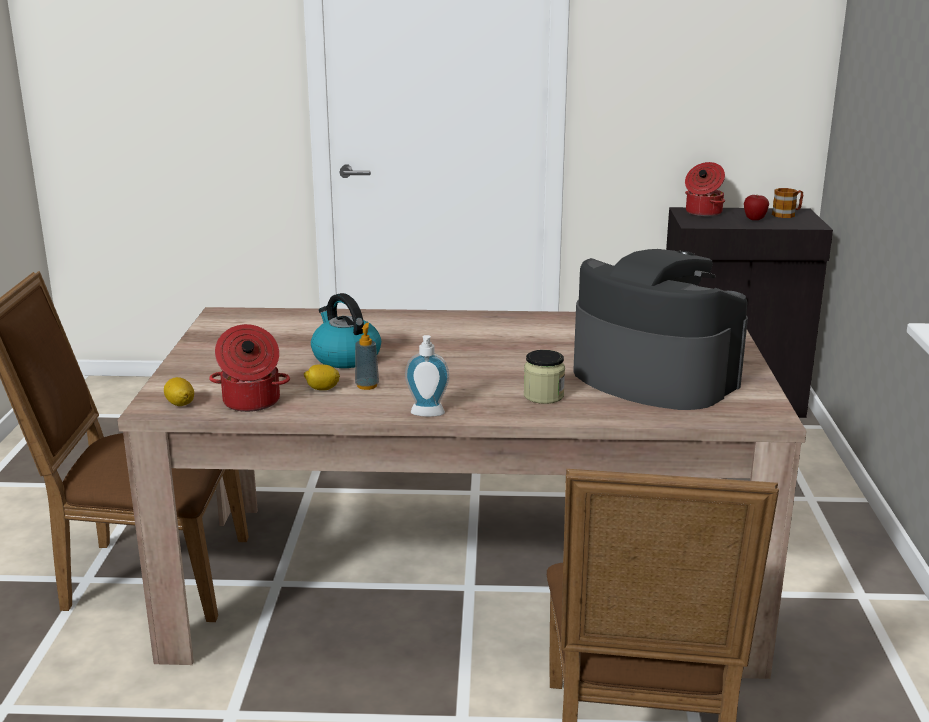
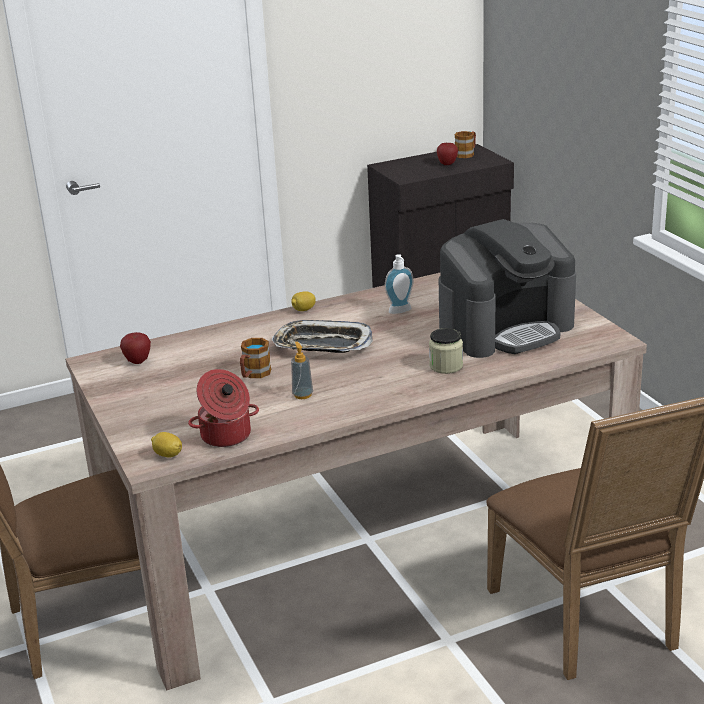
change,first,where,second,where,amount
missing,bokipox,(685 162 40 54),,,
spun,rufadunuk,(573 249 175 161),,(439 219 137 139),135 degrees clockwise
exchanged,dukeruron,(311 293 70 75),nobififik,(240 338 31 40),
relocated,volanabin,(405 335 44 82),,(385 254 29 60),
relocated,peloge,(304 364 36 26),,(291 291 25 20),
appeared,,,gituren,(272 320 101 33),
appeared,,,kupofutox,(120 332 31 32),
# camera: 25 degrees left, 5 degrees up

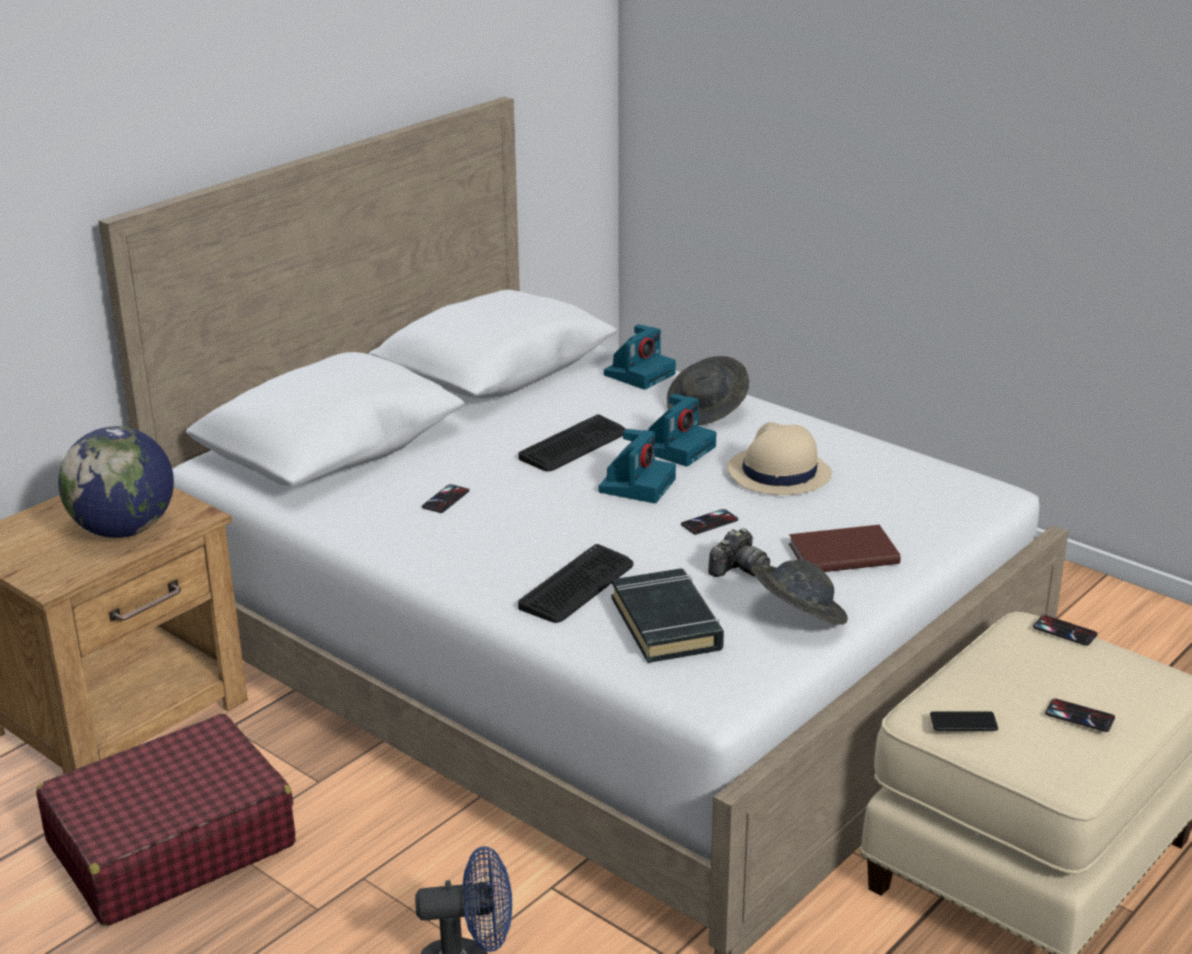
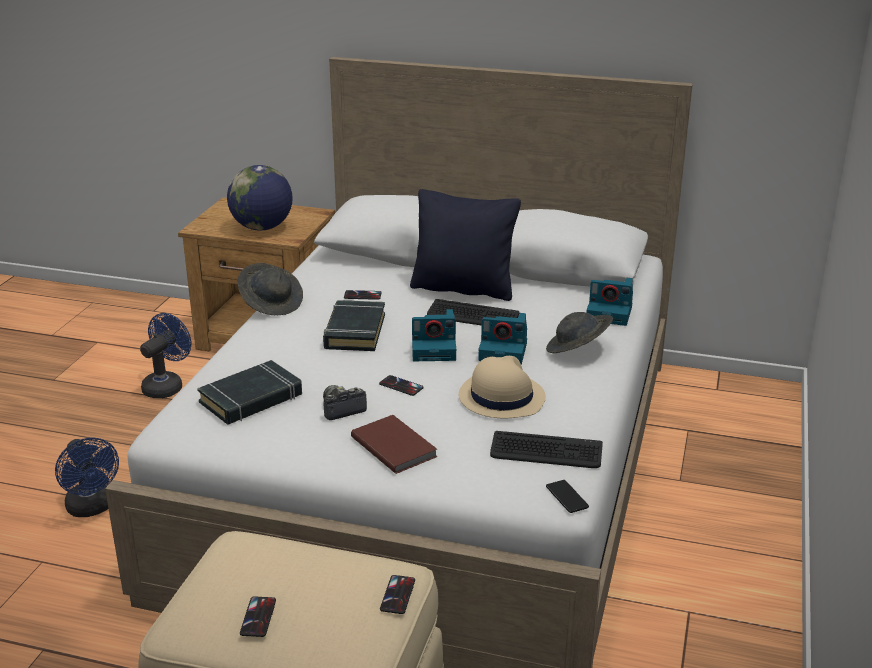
change,first,where,second,where,amount
spun,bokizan,(708 528 62 49),,(323 385 44 35),135 degrees clockwise
relocated,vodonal,(518 544 115 79),,(490 431 113 37),
relocated,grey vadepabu,(751 560 97 65),,(238 263 65 52),
relocated,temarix,(930 711 68 20),,(546 480 43 33),
exchanged,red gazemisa,(36 714 259 212),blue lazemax,(140 313 51 85),
appeared,,,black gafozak,(410 189 111 112),
appeared,,,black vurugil,(323 300 62 51),
# camera: 65 degrees right, 0 degrees up

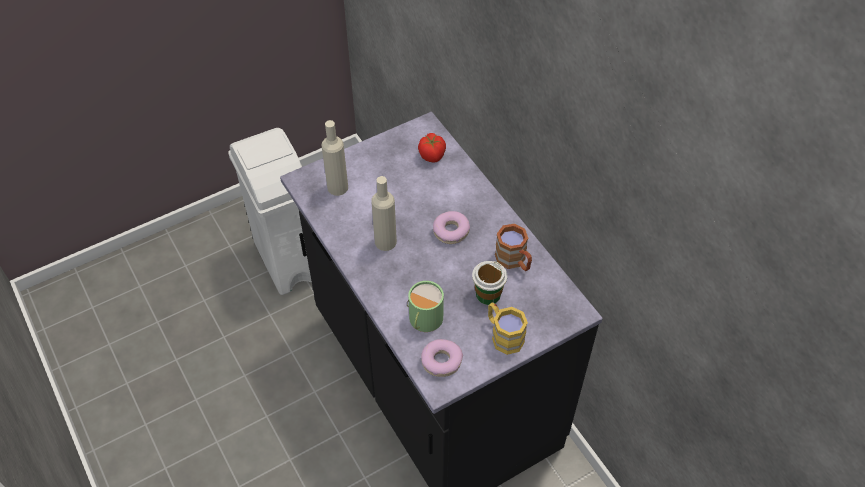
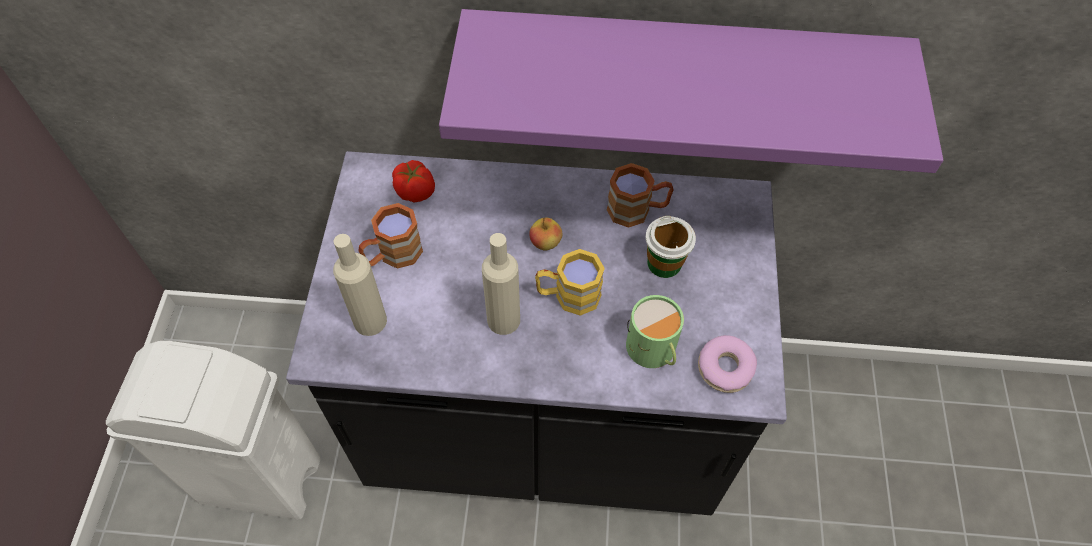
change,first,where,second,where,amount
exchanged,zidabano,(433 211 37 33),kupofutox,(529 218 33 33),
relocated,yellow nobififik,(488 302 40 53),,(535 249 70 66),
appeared,,,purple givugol,(439 9 504 164),
appeared,,,brown nobififik,(358 203 65 66),
# camera: 55 degrees left, 5 degrees up

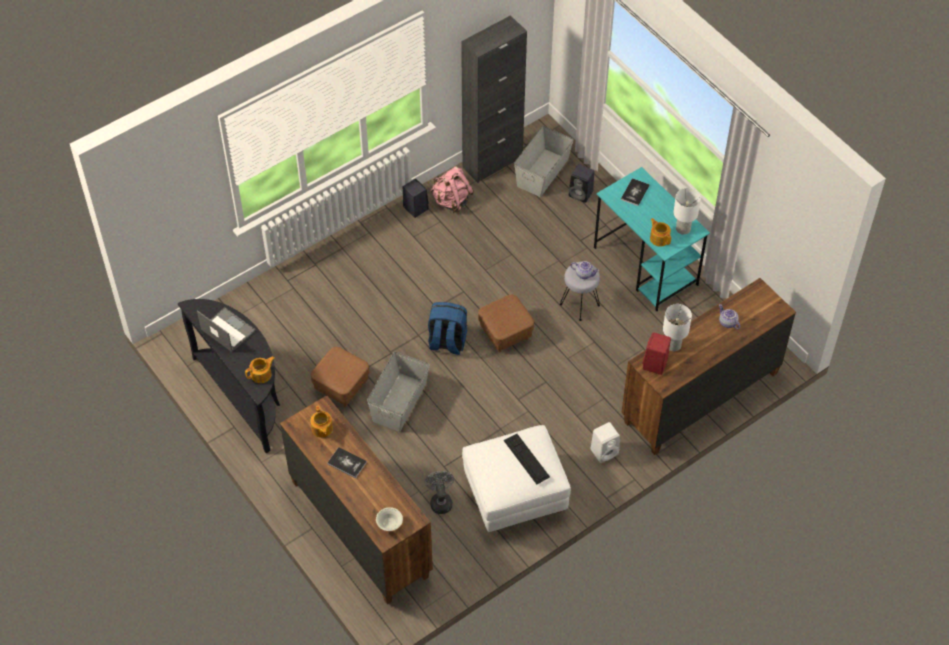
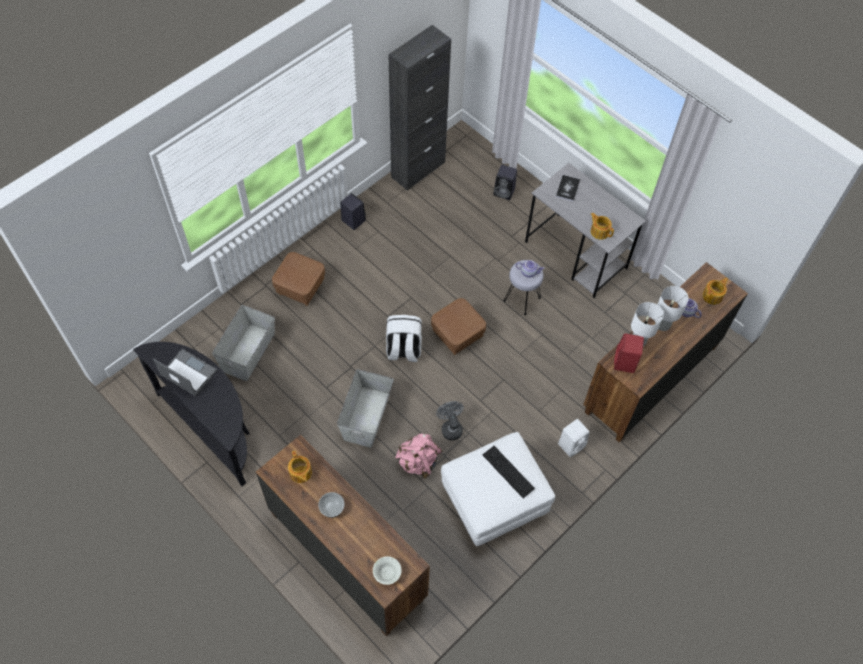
change,first,where,second,where,amount
relocated,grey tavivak,(514 126 60 71),,(212 305 63 76),
relocated,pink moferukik,(430 167 44 46),,(395 434 47 44),
colour,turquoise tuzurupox,(594 167 116 144),grey tuzurupox,(525 163 121 135),
relocated,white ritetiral,(673 188 28 47),,(655 286 34 45),
colour,blue moferukik,(428 302 39 53),white moferukik,(386 315 36 47),
relocated,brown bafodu,(311 347 58 60),,(272 252 53 54),
relocated,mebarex,(245 357 30 26),,(703 278 25 27),
exchanged,vurugil,(327 447 40 31),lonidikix,(318 492 27 26),
relocated,grey lazemax,(425 471 29 43),,(436 401 28 40),
# camera: 10 degrees left, 5 degrees up

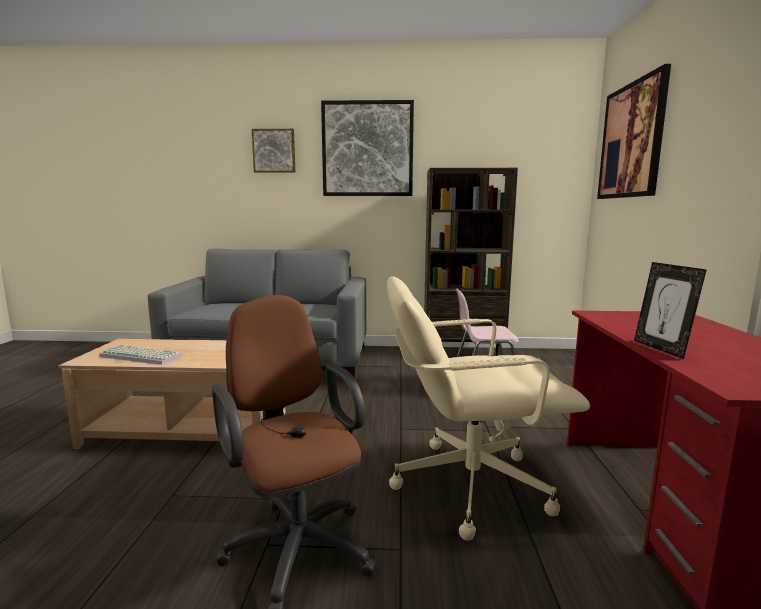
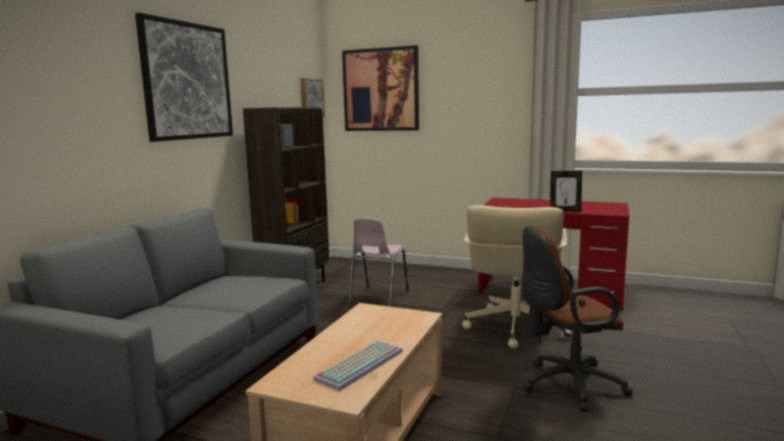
change,first,where,second,where,amount
relocated,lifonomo,(252 129 43 44),,(300 78 25 38),
# camera: 70 degrees left, 0 degrees up

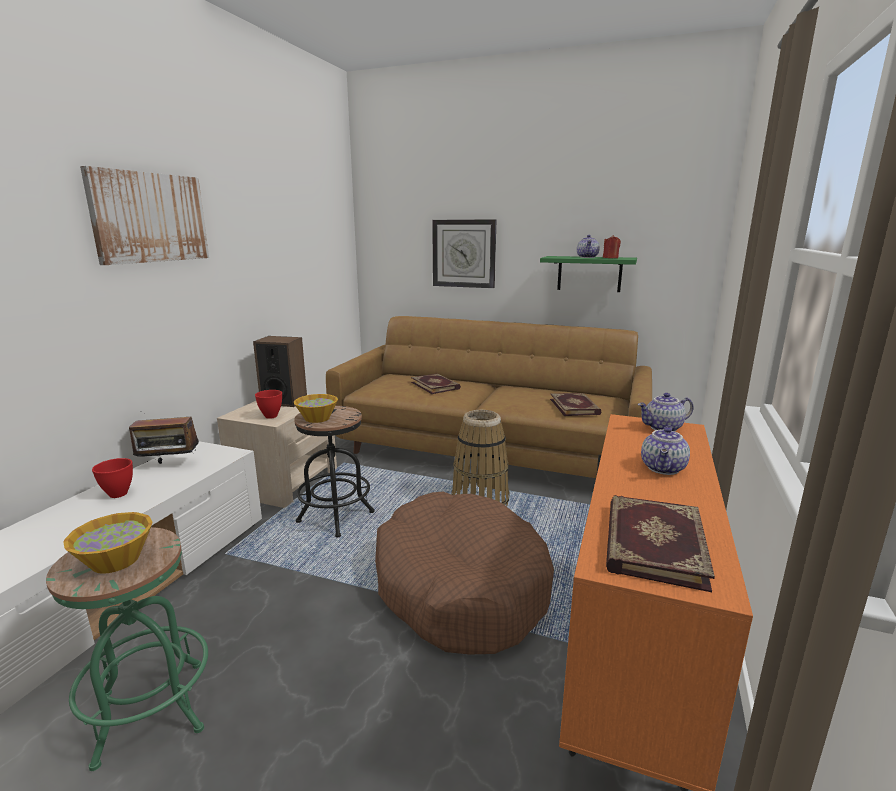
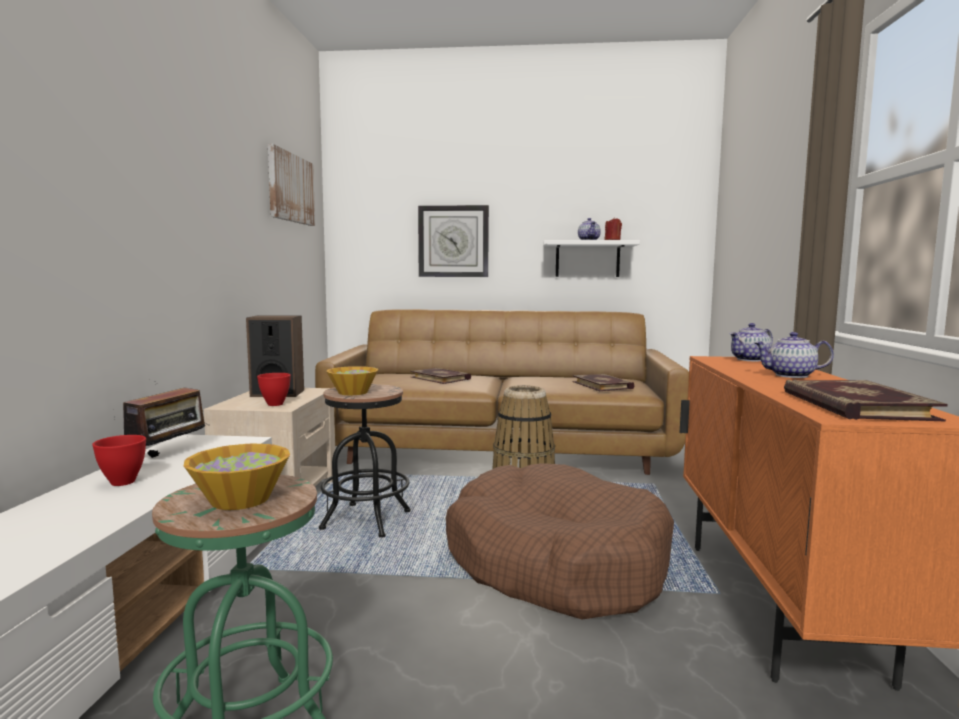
change,first,where,second,where,amount
relocated,lifonomo,(80 166 129 99),,(268 144 47 82),
colour,green givugol,(540 256 97 36),white givugol,(543 240 97 37),
spun,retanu,(129 417 70 47),,(123 381 87 77),45 degrees counterclockwise
spun,mebarex,(641 425 49 50),,(754 332 80 46),90 degrees clockwise
# camera: 15 degrees left, 10 degrees down

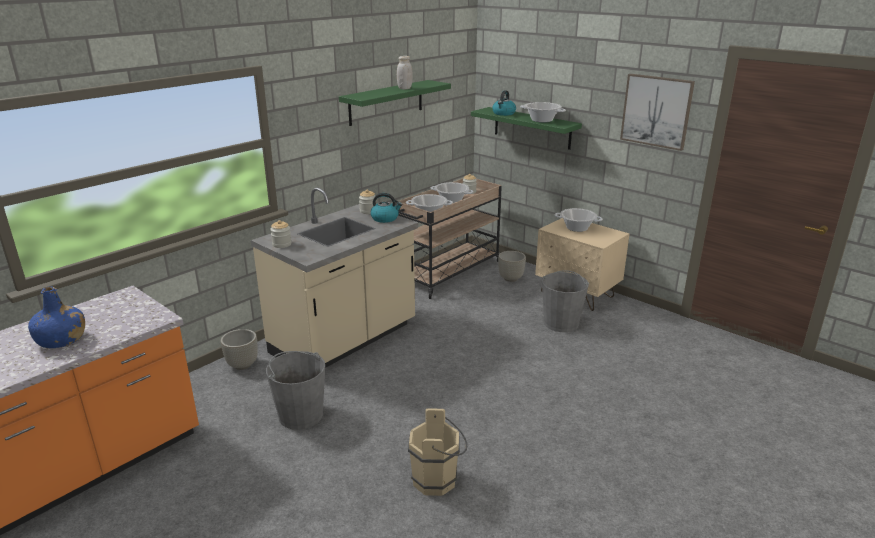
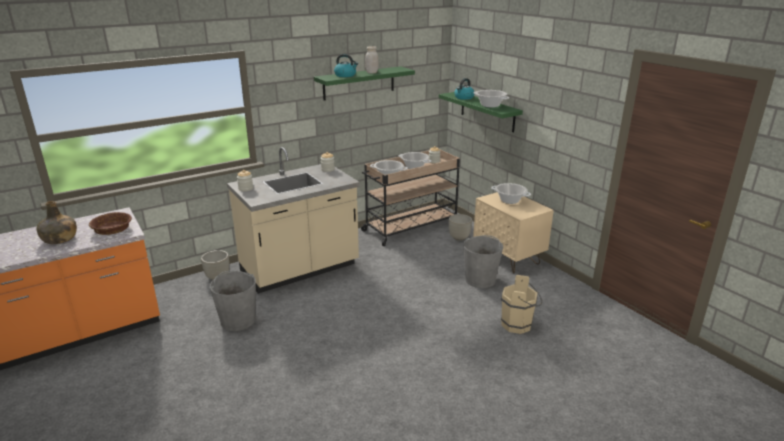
change,first,where,second,where,amount
missing,lifonomo,(620 74 75 77),,,
relocated,dukeruron,(370 193 33 30),,(334 54 24 23),
colour,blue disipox,(28 287 57 61),green disipox,(37 201 40 43),
relocated,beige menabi,(408 408 59 88),,(501 275 41 59),
appeared,,,brown lonidikix,(89 212 43 23),
# camera: 15 degrees right, 0 degrees up

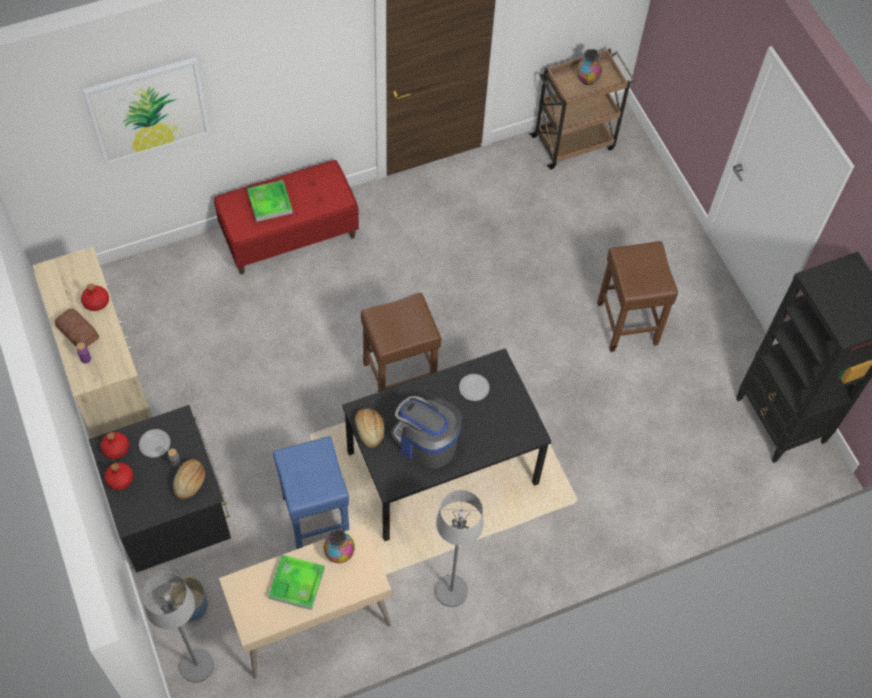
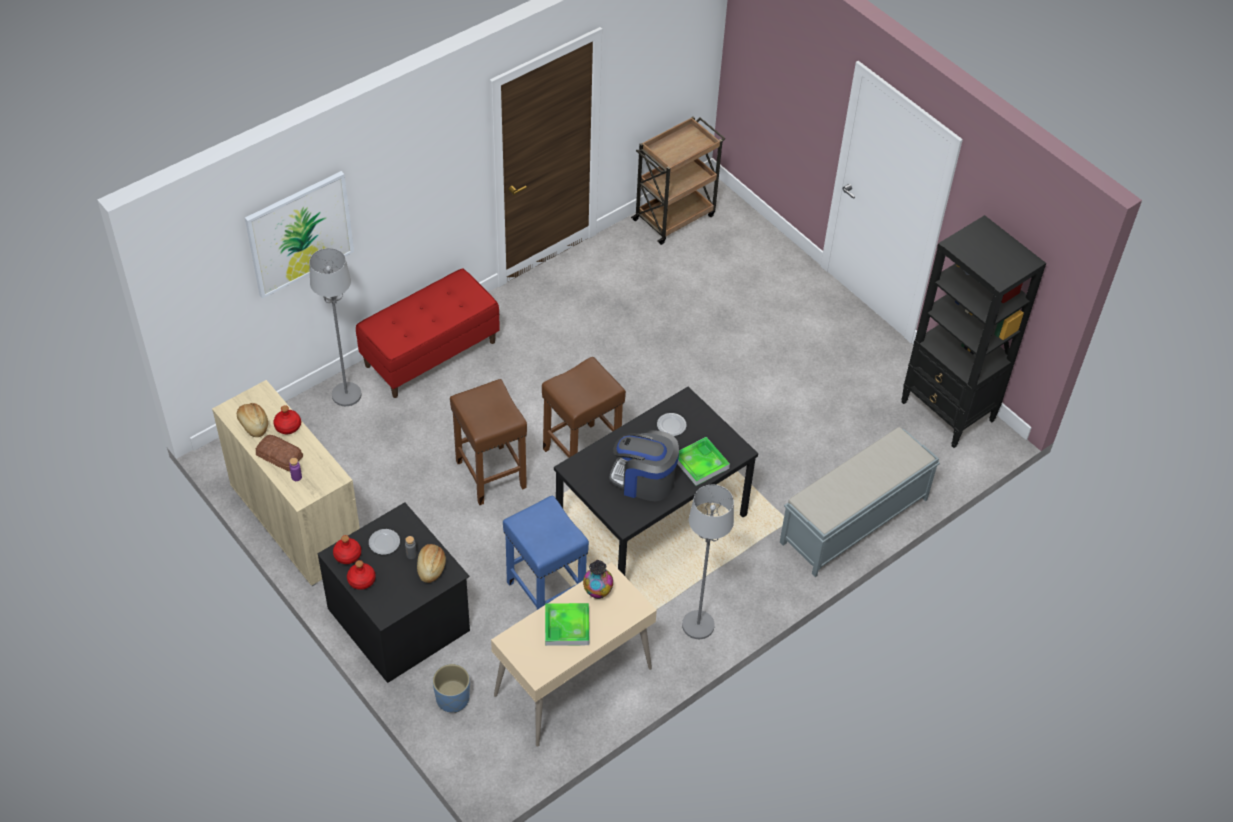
change,first,where,second,where,amount
missing,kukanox,(577 49 25 36),,,
relocated,gituren,(247 180 46 42),,(677 437 53 49),
relocated,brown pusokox,(597 241 81 111),,(450 379 77 126),
relocated,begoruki,(355 409 30 39),,(237 403 31 34),
relocated,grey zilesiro,(142 572 72 111),,(309 248 53 158),
appeared,,,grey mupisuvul,(780 427 160 150),
# camera: 15 degrees left, 10 degrees down

